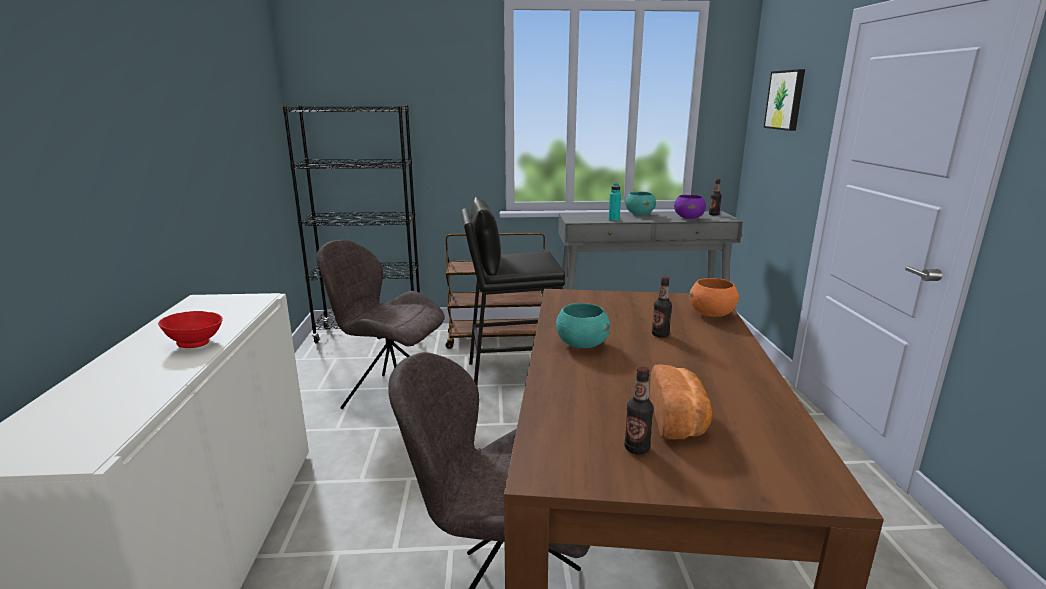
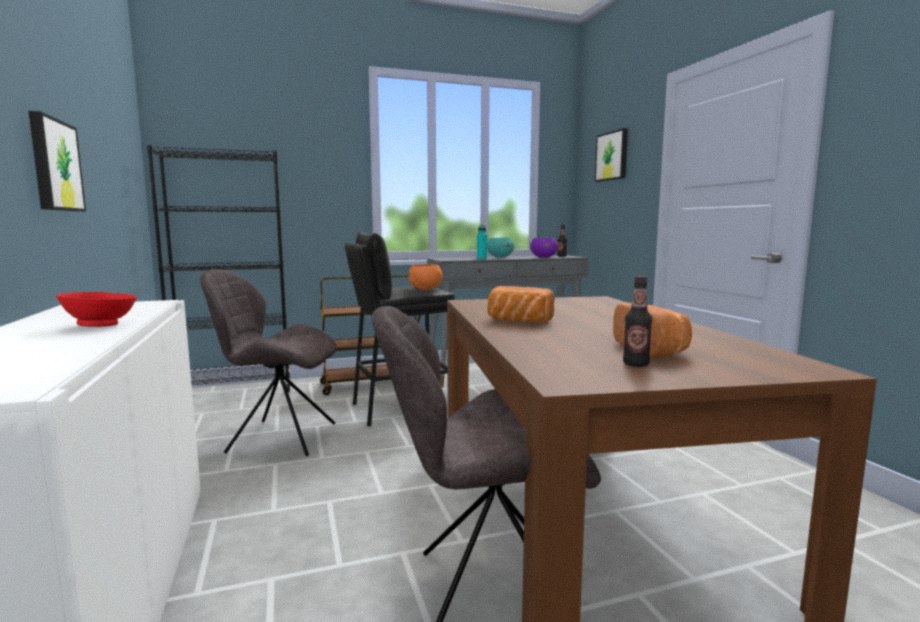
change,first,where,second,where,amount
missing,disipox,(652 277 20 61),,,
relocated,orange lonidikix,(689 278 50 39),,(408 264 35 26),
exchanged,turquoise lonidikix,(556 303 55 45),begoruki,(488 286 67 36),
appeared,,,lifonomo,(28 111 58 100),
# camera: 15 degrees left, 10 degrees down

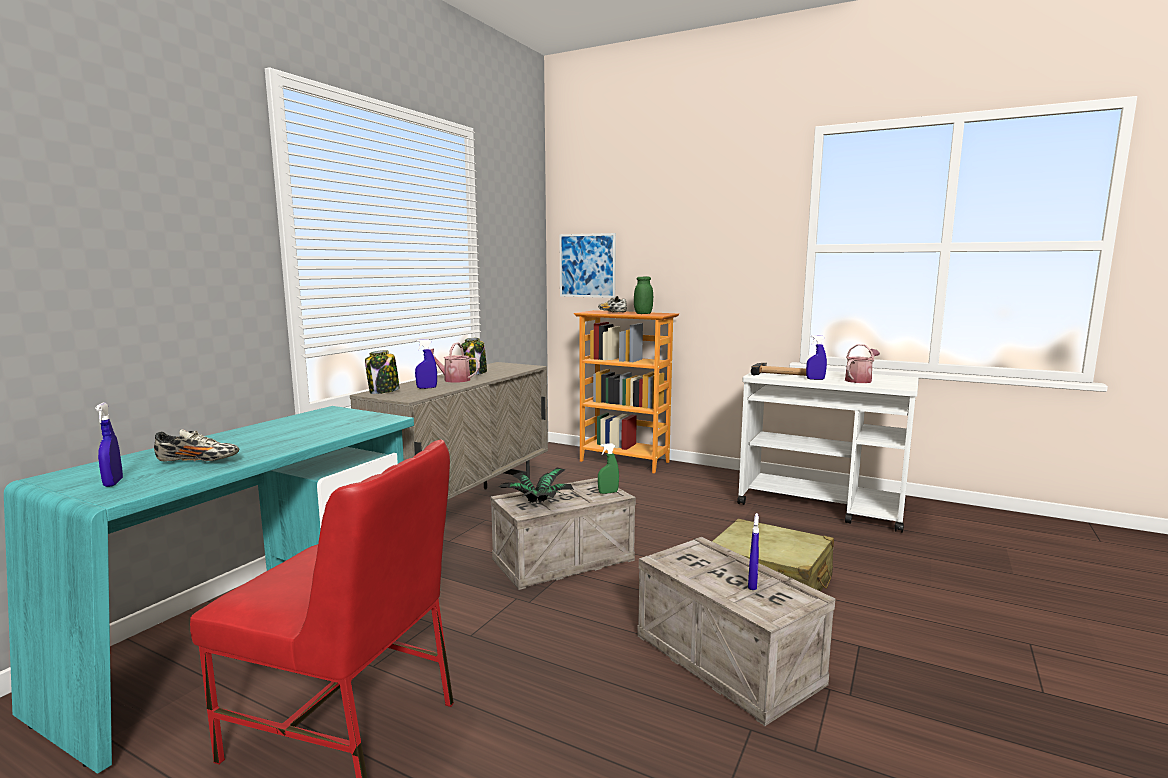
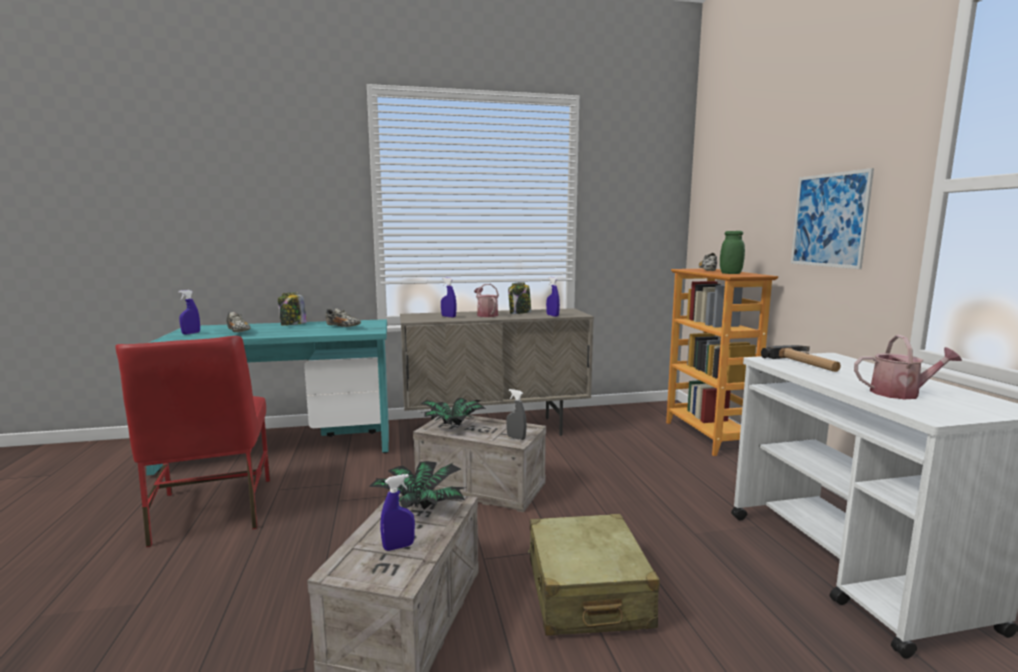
change,first,where,second,where,amount
relocated,lifonomo,(559 233 57 65),,(791 168 83 101),
relocated,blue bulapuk,(806 335 21 45),,(546 277 14 40),
relocated,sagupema,(365 350 35 44),,(278 292 29 34),
colour,green bulapuk,(598 443 21 51),grey bulapuk,(506 389 21 51),
appeared,,,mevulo,(326 308 35 19),
appeared,,,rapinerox,(369 461 96 49),
# camera: 50 degrees right, 0 degrees up

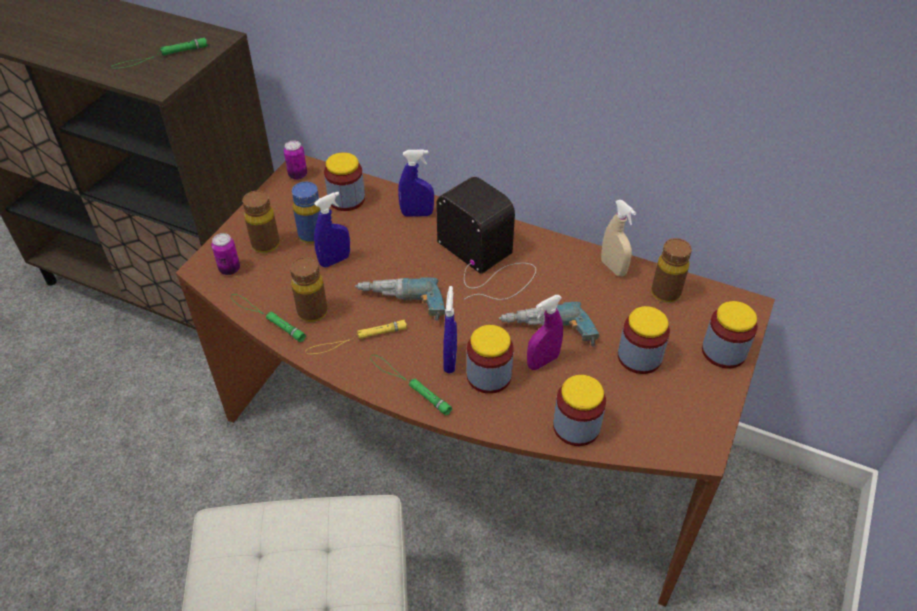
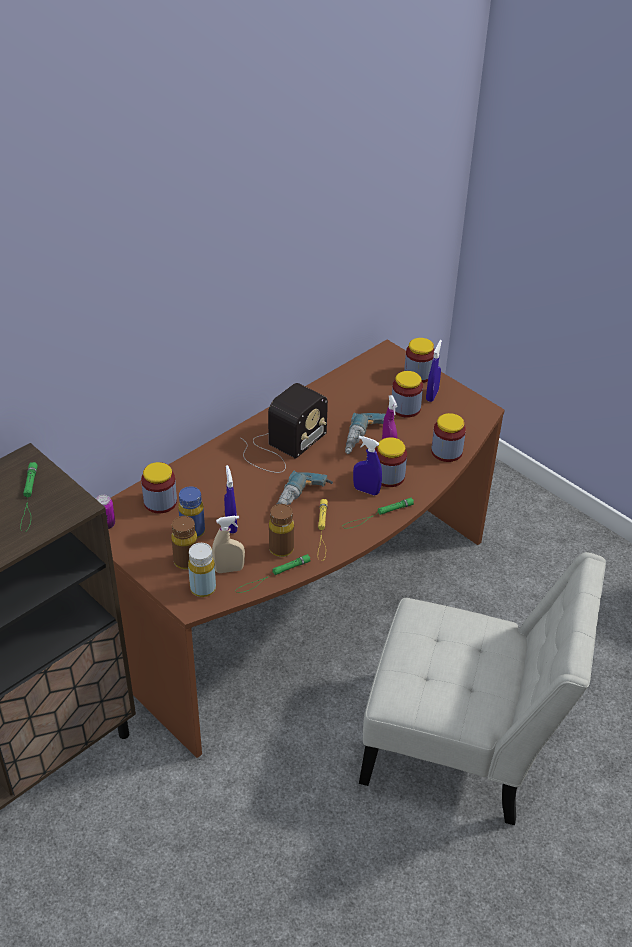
change,first,where,second,where,amount
relocated,blue bulapuk,(398 149 36 67),,(426 340 16 62),
spun,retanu,(436 177 100 123),,(241 383 87 90),150 degrees clockwise
relocated,beige bulapuk,(601 200 35 77),,(212 515 33 58),
exchanged,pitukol,(211 233 29 42),yellow disipox,(188 543 28 54),
missing,brown disipox,(651 238 41 65),,,
# camera: 70 degrees left, 5 degrees down

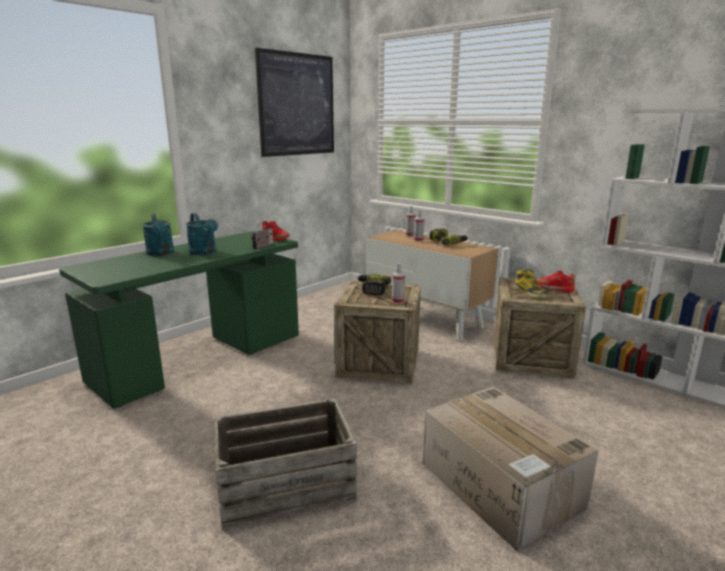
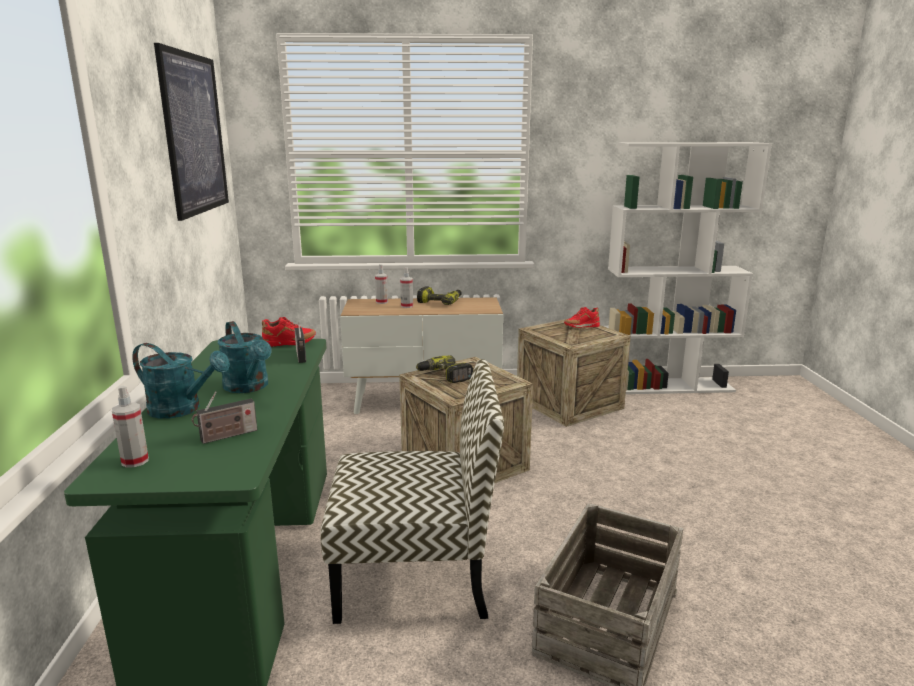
change,first,where,second,where,amount
spun,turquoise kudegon,(186 213 32 42),,(218 321 53 72),45 degrees clockwise
relocated,bulapuk,(392 263 13 41),,(112 386 37 82),
missing,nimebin,(514 269 32 30),,,
missing,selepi,(423 386 176 165),,,
appeared,,,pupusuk,(320 359 184 265),
appeared,,,retanu,(192 391 65 53),
# camera: 45 degrees left, 0 degrees up

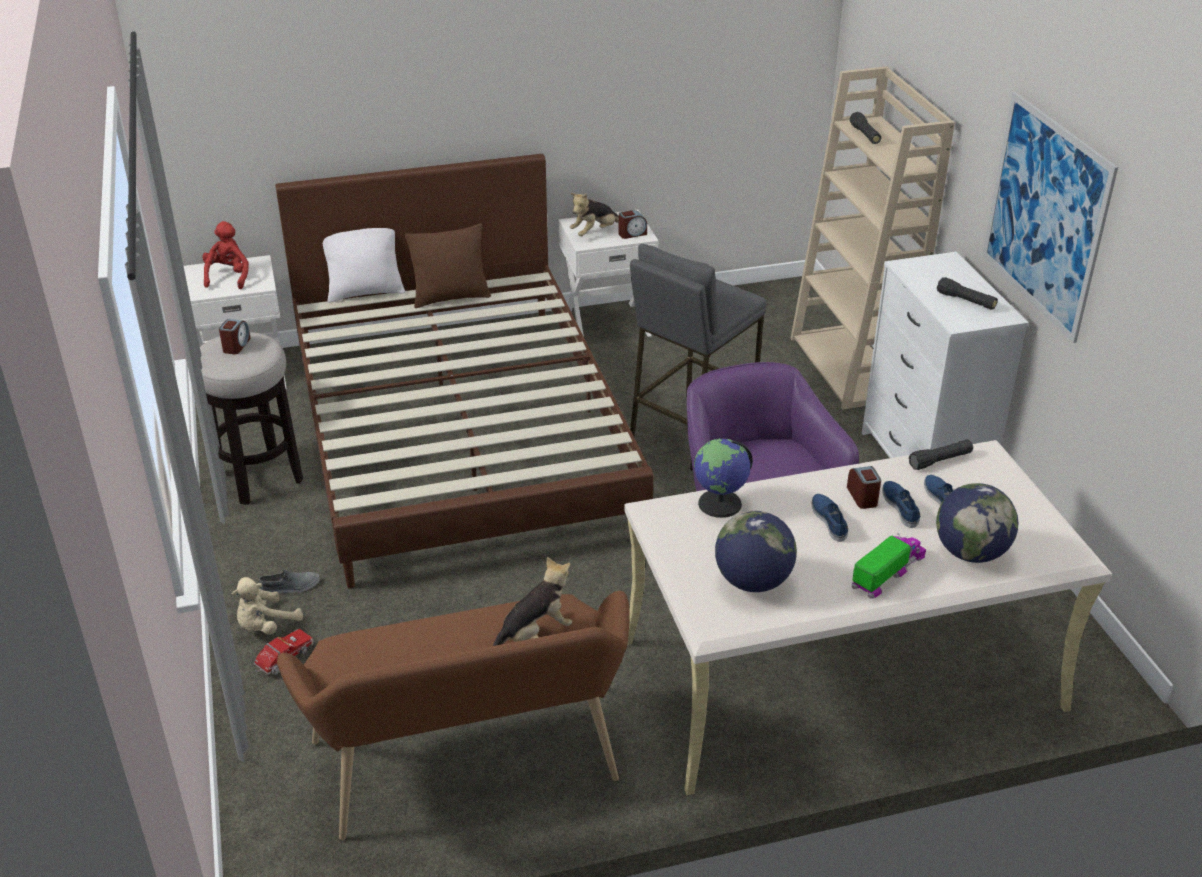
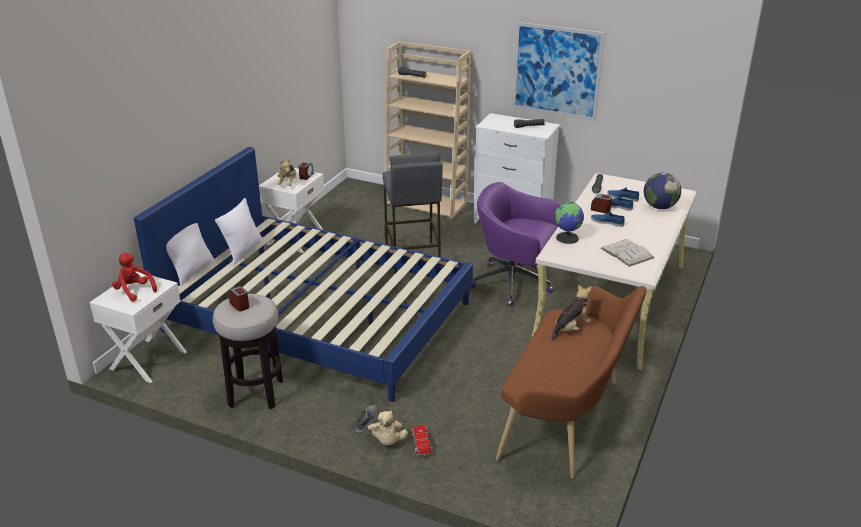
change,first,where,second,where,amount
colour,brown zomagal,(275 154 379 435),blue zomagal,(134 147 339 255),
colour,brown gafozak,(405 224 86 84),white gafozak,(215 198 49 66),
exchanged,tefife,(715 511 82 81),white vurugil,(601 239 53 28),
missing,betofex,(852 533 74 65),,,
spun,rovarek,(493 557 79 89),,(552 284 39 57),45 degrees clockwise
# camera: 50 degrees left, 5 degrees down

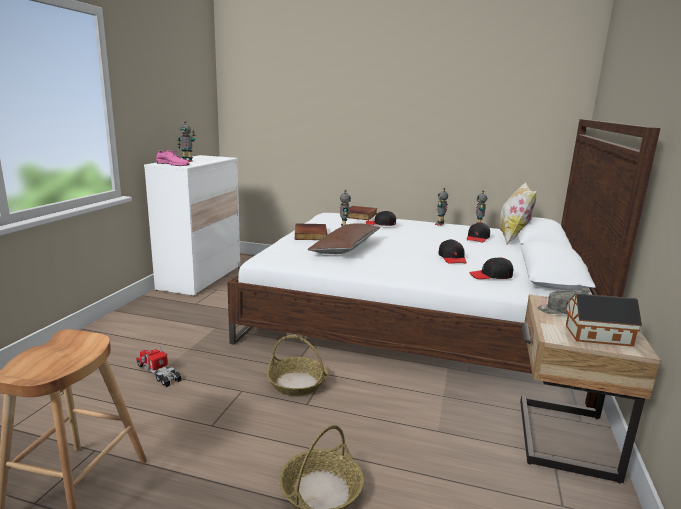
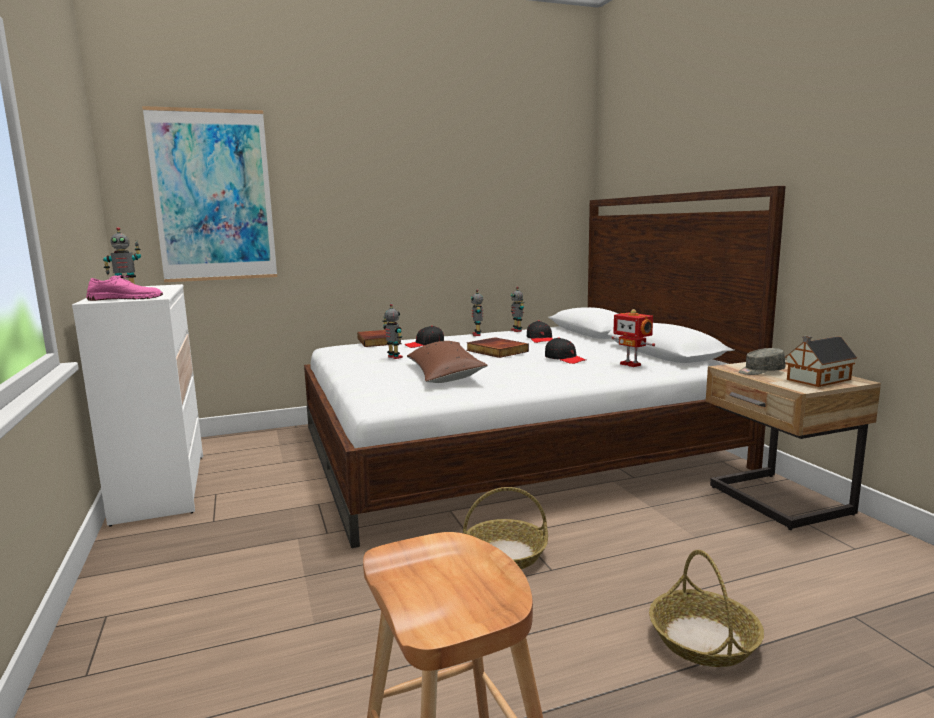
change,first,where,second,where,amount
missing,gafozak,(499 183 38 61),,,
relocated,vurugil,(294 223 33 17),,(466 337 63 21),
exchanged,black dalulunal,(469 257 44 22),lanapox,(612 309 43 58),
missing,betofex,(136 346 46 41),,,
appeared,,,lifonomo,(142 106 135 176),
# camera: 35 degrees left, 5 degrees down

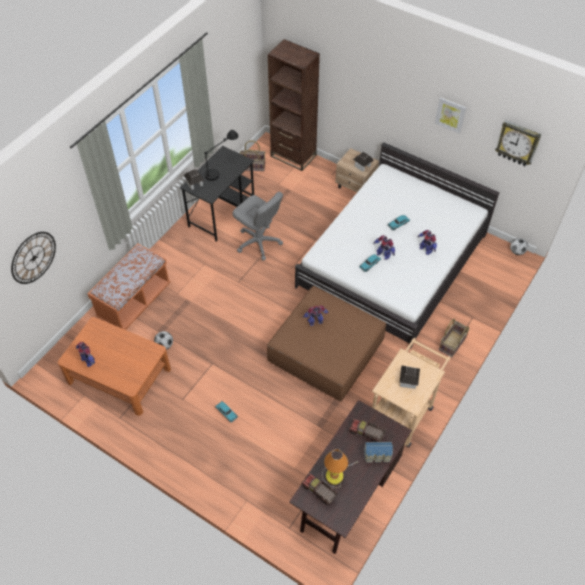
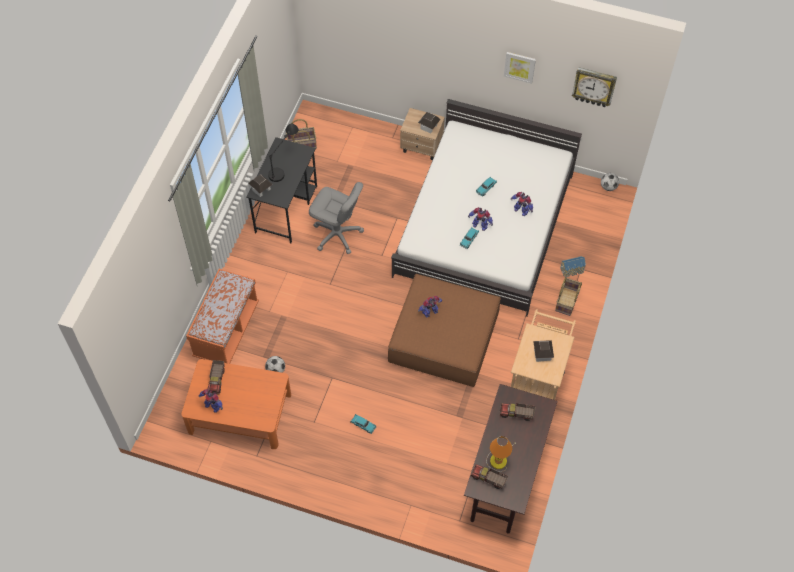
change,first,where,second,where,amount
missing,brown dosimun,(268 39 52 132),,,
missing,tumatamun,(11 232 45 52),,,
relocated,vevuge,(364 442 29 21),,(560 256 26 21),
appeared,,,betofex,(208 360 17 34),
# camera: 15 degrees left, 5 degrees up

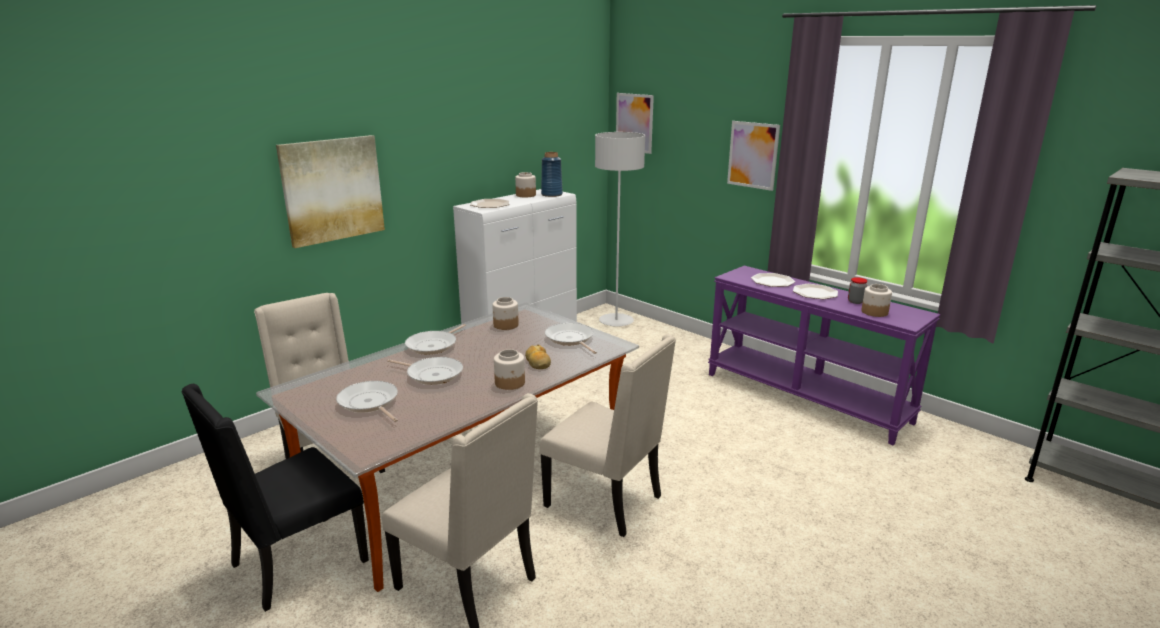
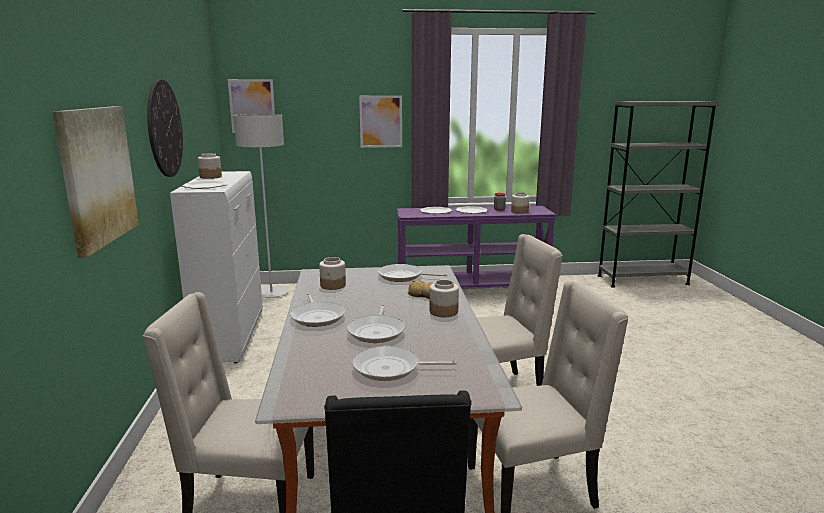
change,first,where,second,where,amount
missing,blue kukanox,(541 152 22 45),,,
spun,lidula,(387 357 76 28),,(347 305 58 38),120 degrees clockwise
appeared,,,tumatamun,(147 80 36 97),
# camera: 50 degrees left, 5 degrees down

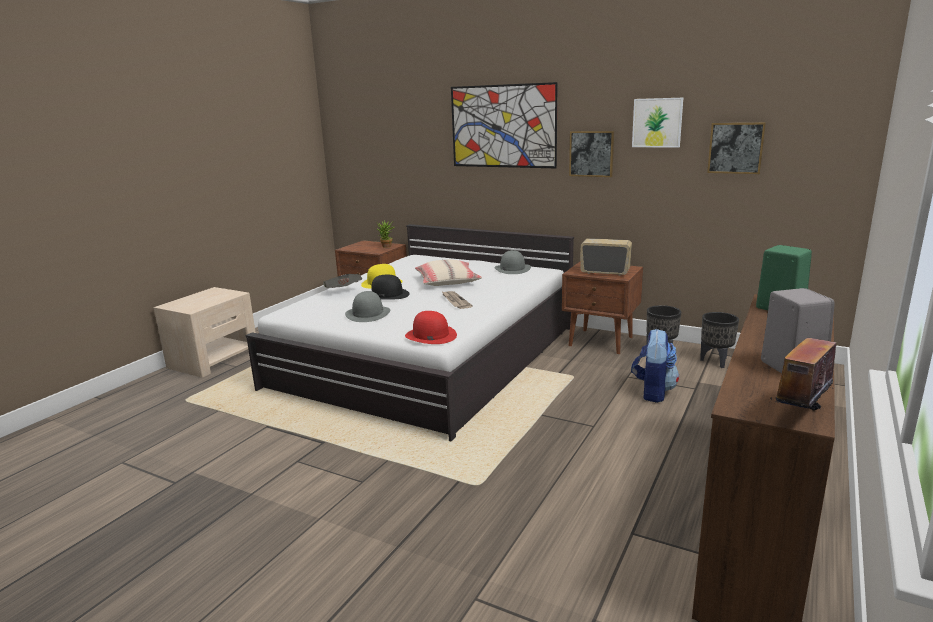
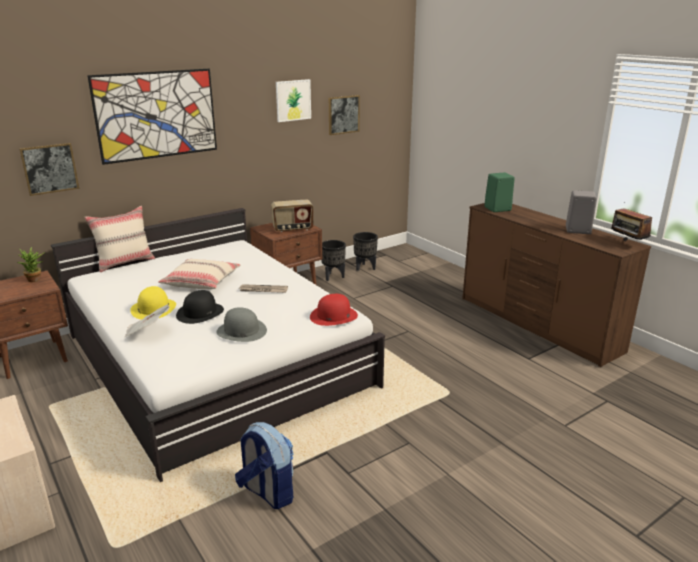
change,first,where,second,where,amount
relocated,lifonomo,(569 131 45 46),,(19 143 60 53),
spun,retanu,(580 238 52 38),,(271 199 42 33),150 degrees counterclockwise
missing,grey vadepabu,(494 250 37 24),,,
relocated,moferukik,(631 328 48 75),,(235 422 58 87),
appeared,,,beige gafozak,(84 206 71 66),
# camera: 65 degrees left, 5 degrees up

